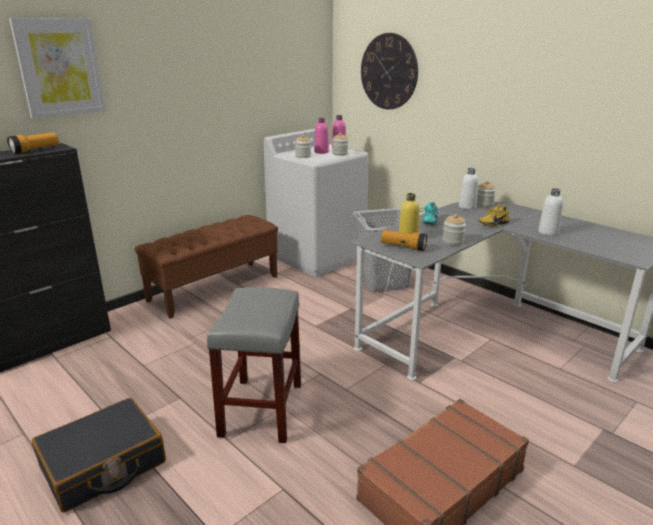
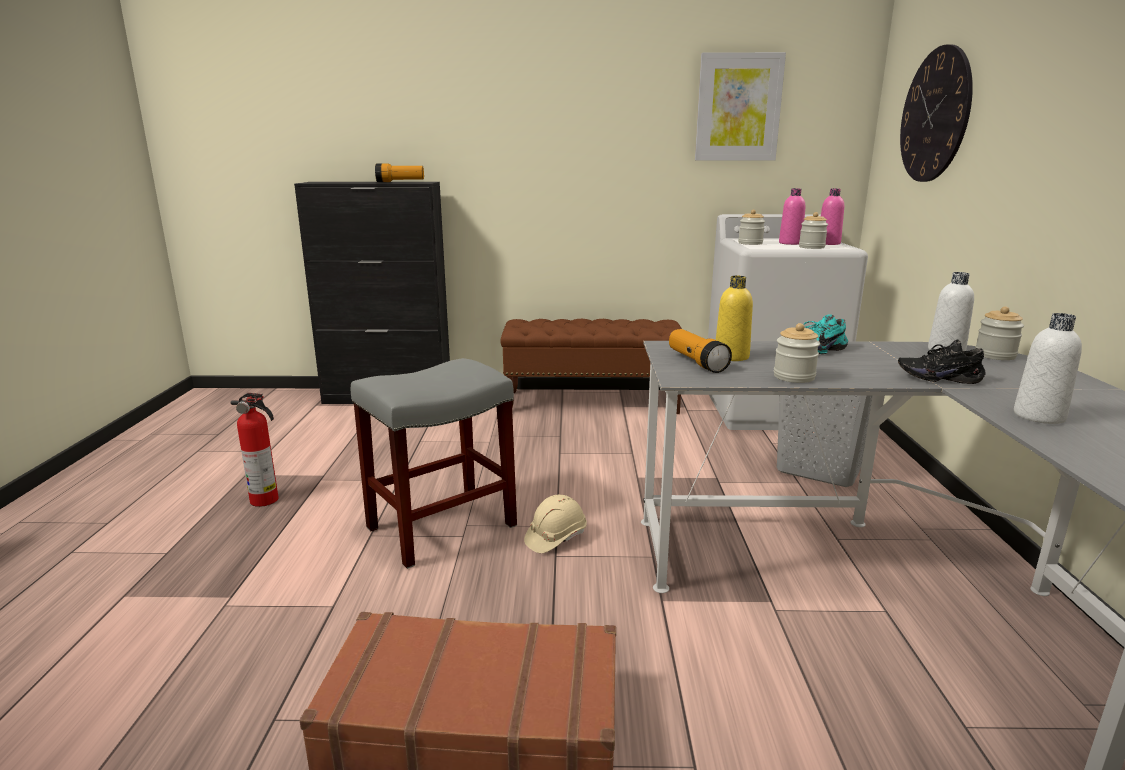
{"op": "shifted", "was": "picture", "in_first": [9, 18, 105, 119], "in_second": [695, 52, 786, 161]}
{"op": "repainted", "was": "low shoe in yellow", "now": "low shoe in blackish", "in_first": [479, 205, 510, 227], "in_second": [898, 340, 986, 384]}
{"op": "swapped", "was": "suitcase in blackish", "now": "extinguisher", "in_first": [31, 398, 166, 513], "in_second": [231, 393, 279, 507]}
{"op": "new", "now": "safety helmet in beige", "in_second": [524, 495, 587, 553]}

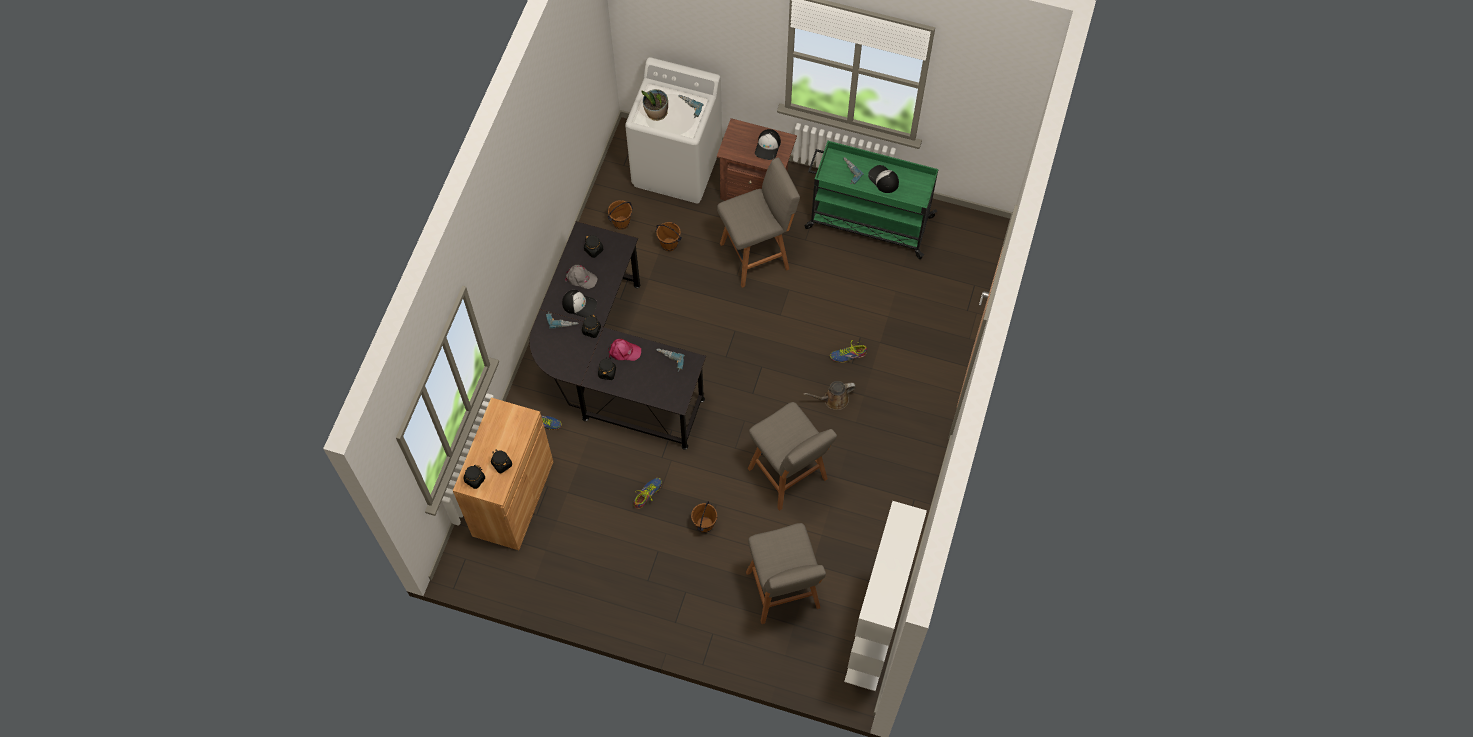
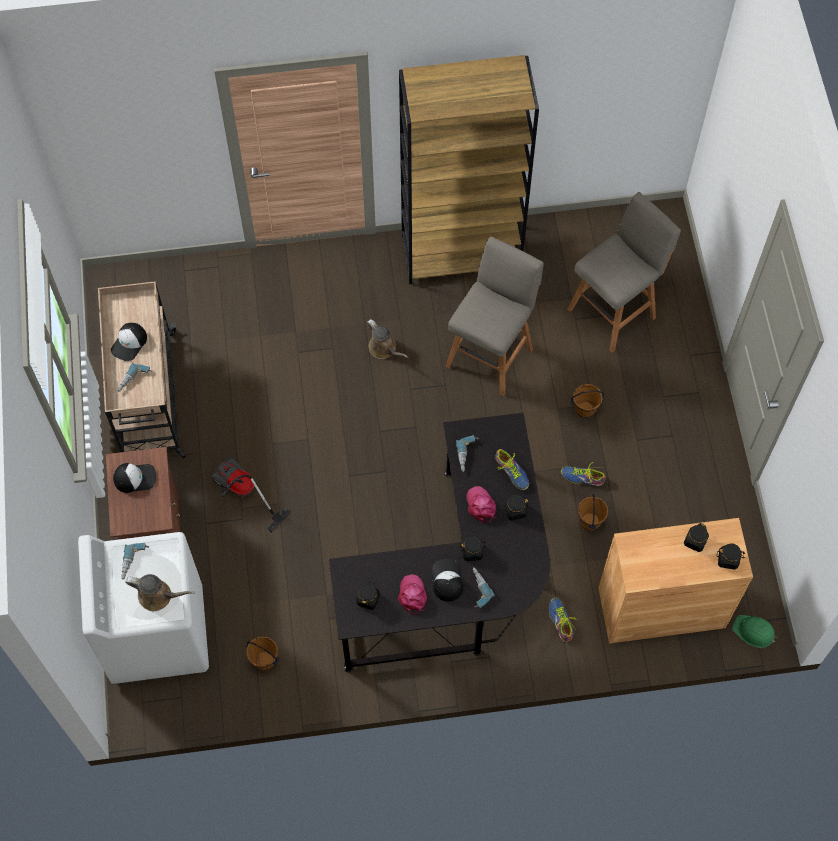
{"op": "swapped", "was": "plant in a pot", "now": "watering pot in brownish", "in_first": [641, 89, 668, 121], "in_second": [125, 574, 195, 611]}
{"op": "repainted", "was": "wheeled cart in green-coloured", "now": "wheeled cart in beige", "in_first": [805, 141, 939, 259], "in_second": [98, 281, 186, 459]}
{"op": "swapped", "was": "stool seat in greyish", "now": "vacuum cleaner", "in_first": [717, 157, 800, 288], "in_second": [210, 457, 291, 532]}
{"op": "shifted", "was": "water bucket in brownish", "in_first": [655, 222, 682, 251], "in_second": [578, 493, 608, 531]}
{"op": "repainted", "was": "baseball cap in greyish", "now": "baseball cap in pinkish", "in_first": [565, 265, 598, 289], "in_second": [398, 574, 427, 615]}
{"op": "shifted", "was": "low shoe", "in_first": [830, 340, 867, 363], "in_second": [495, 449, 529, 490]}
{"op": "gone", "was": "bookcase in whitish", "in_first": [844, 501, 927, 691]}
{"op": "new", "now": "bookcase in brownish", "in_second": [399, 55, 539, 284]}
{"op": "new", "now": "safety helmet in green-coloured", "in_second": [732, 615, 778, 648]}

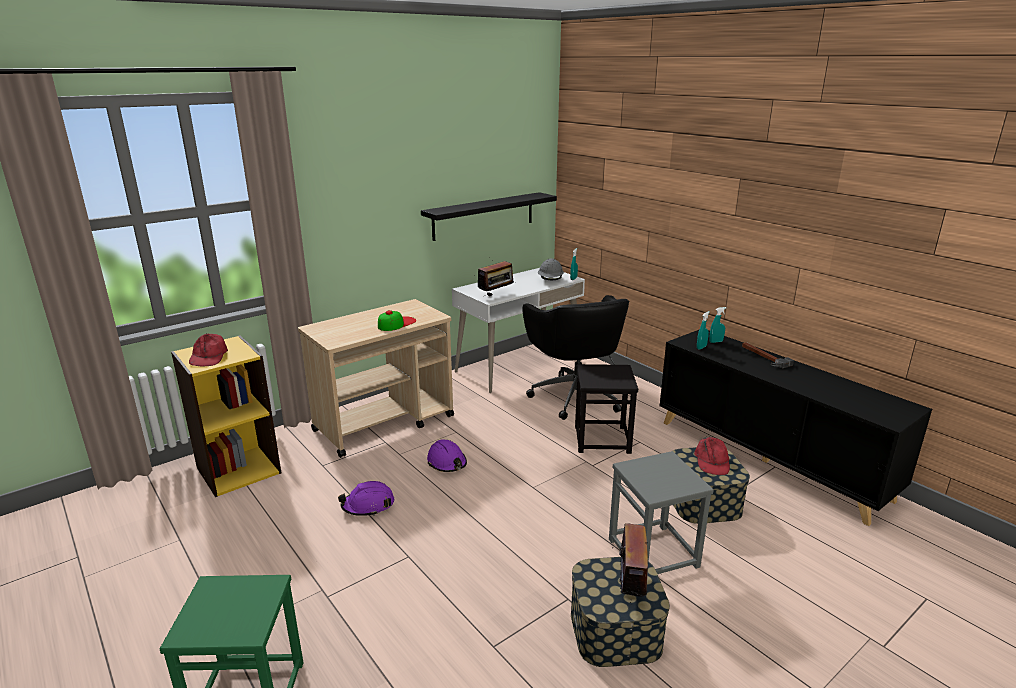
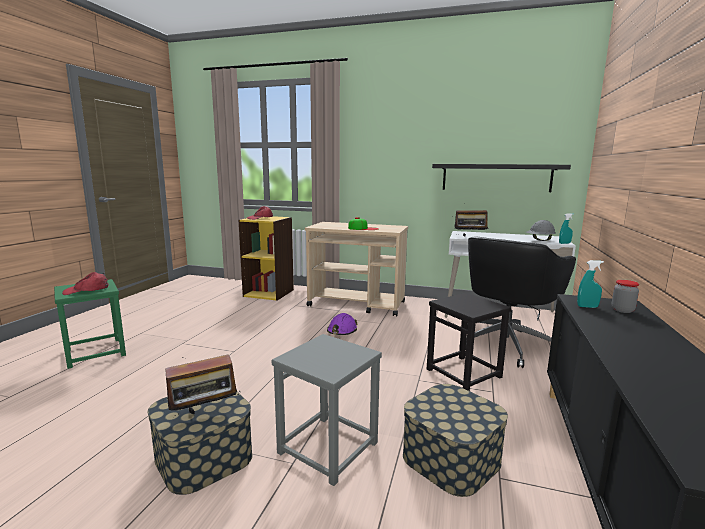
{"op": "swapped", "was": "hand sprayer in blue-green", "now": "storage jar", "in_first": [709, 307, 726, 343], "in_second": [611, 280, 639, 313]}
{"op": "gone", "was": "hammer", "in_first": [742, 342, 794, 368]}
{"op": "shifted", "was": "baseball cap in red", "in_first": [694, 436, 730, 475], "in_second": [62, 272, 109, 295]}
{"op": "gone", "was": "safety helmet in purple-coloured", "in_first": [338, 481, 394, 516]}

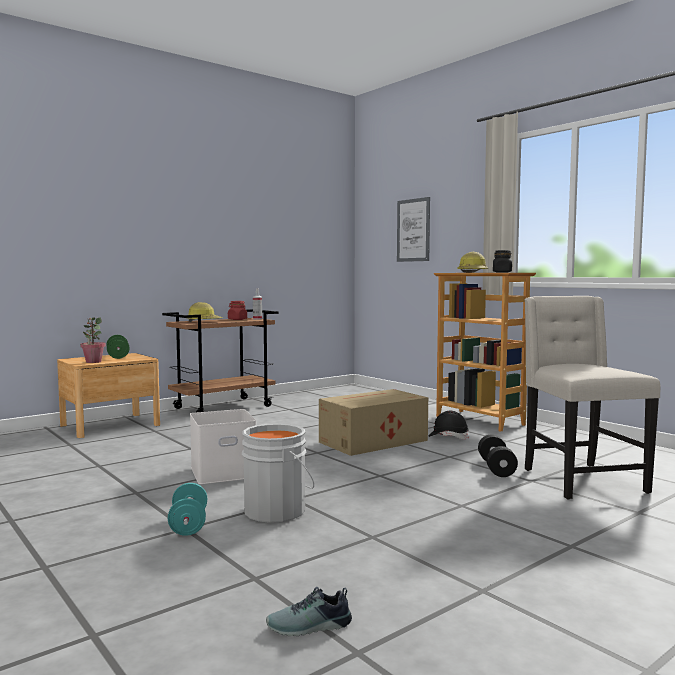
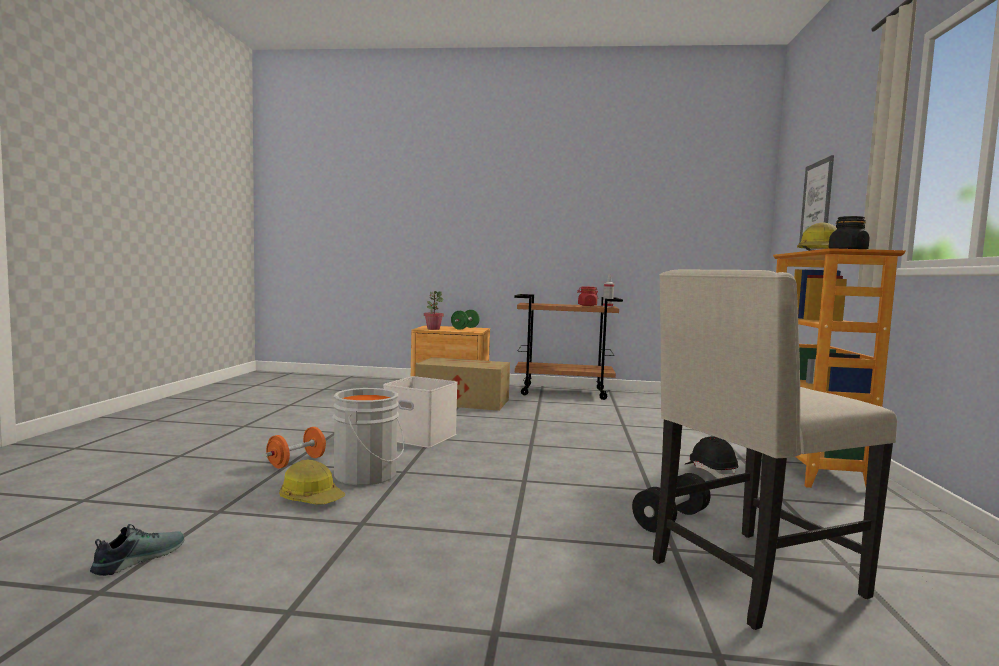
{"op": "rotated", "was": "plain chair in beige", "in_first": [524, 296, 660, 500], "in_second": [653, 270, 897, 630], "clockwise": -150}
{"op": "shifted", "was": "safety helmet", "in_first": [187, 302, 223, 322], "in_second": [279, 459, 345, 505]}
{"op": "shifted", "was": "carton", "in_first": [319, 389, 428, 456], "in_second": [415, 357, 510, 411]}
{"op": "repainted", "was": "free weight in blue-green", "now": "free weight in orangey", "in_first": [168, 483, 207, 536], "in_second": [265, 427, 326, 469]}
{"op": "rotated", "was": "low shoe", "in_first": [266, 587, 352, 636], "in_second": [90, 524, 184, 576], "clockwise": 90}

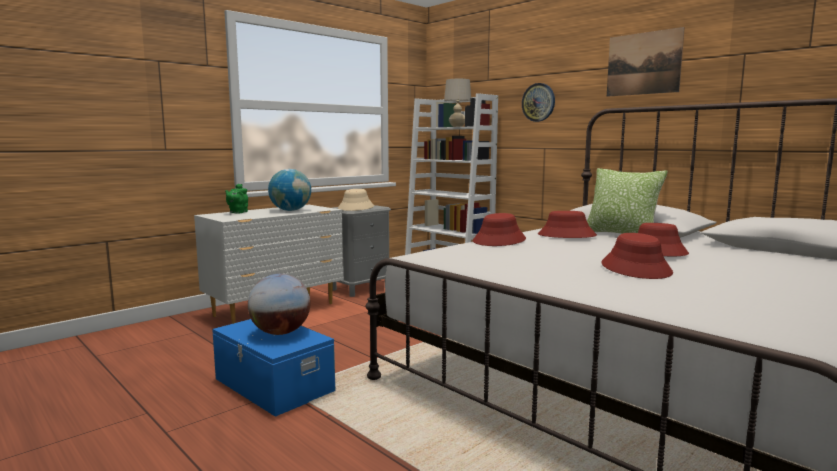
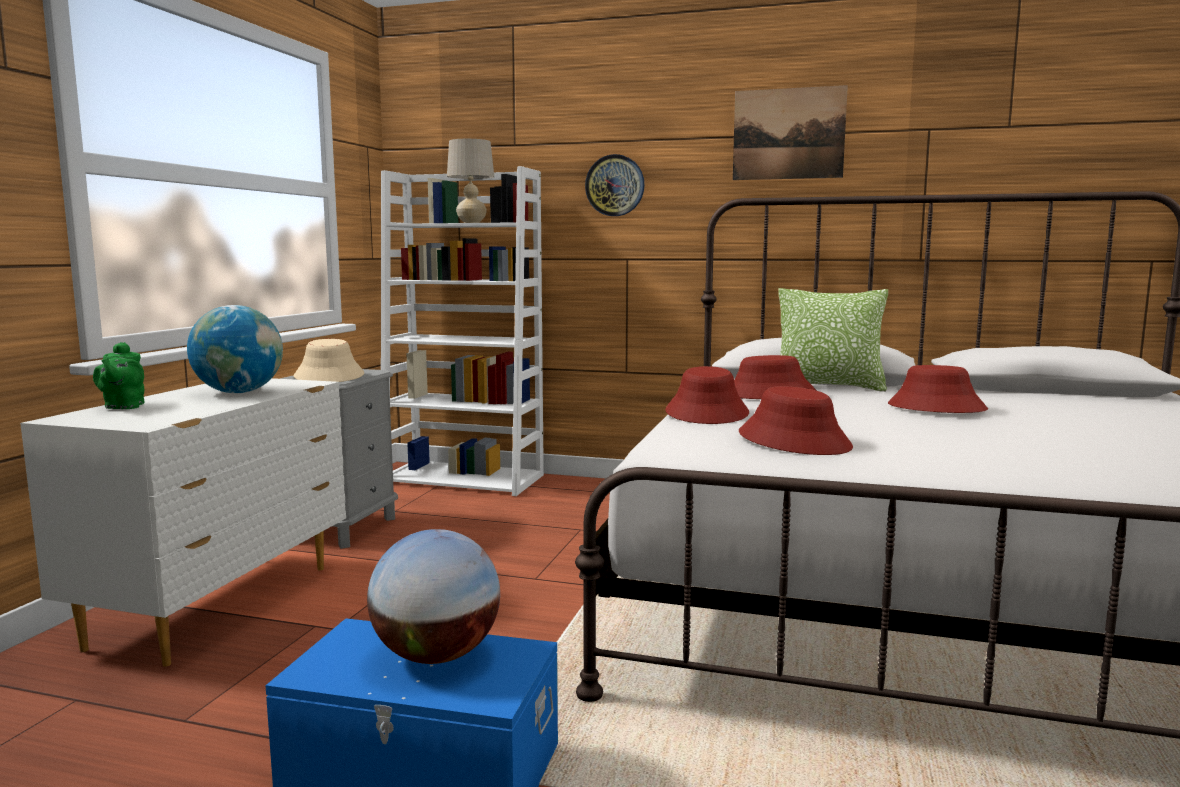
{"op": "shifted", "was": "hat in red", "in_first": [601, 233, 673, 279], "in_second": [739, 386, 853, 455]}

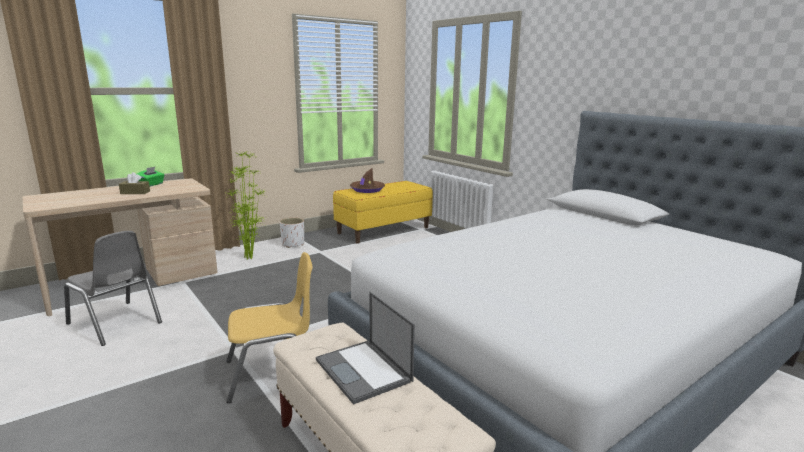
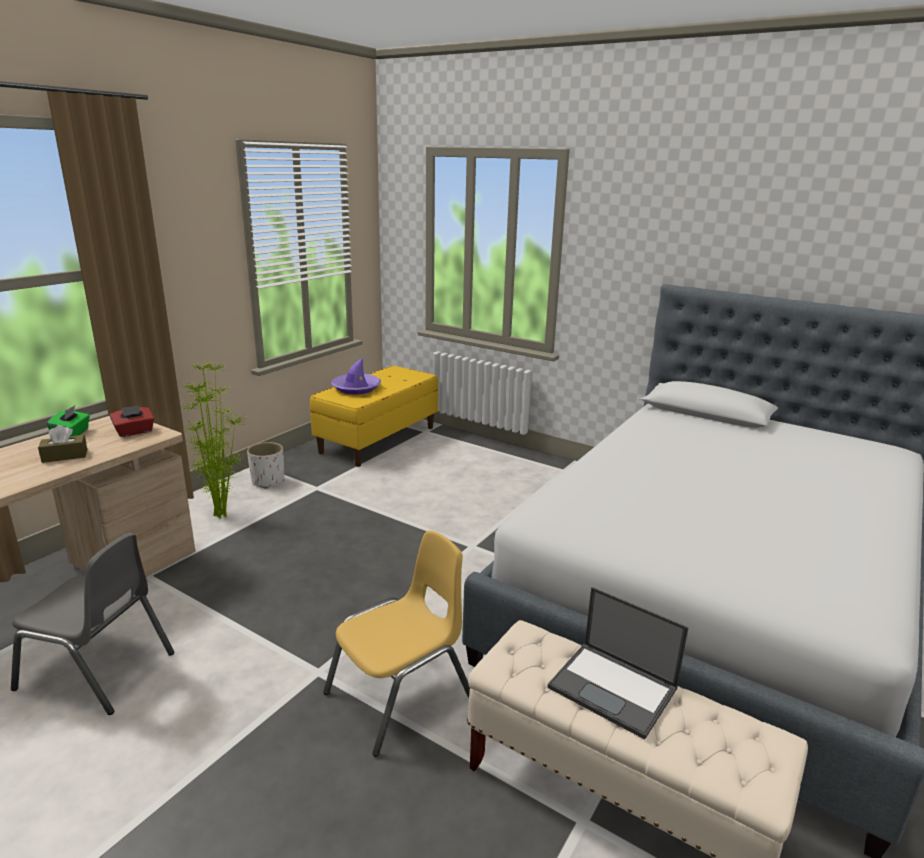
{"op": "repainted", "was": "hat in brownish", "now": "hat in purple-coloured", "in_first": [350, 168, 385, 193], "in_second": [331, 358, 381, 394]}
{"op": "new", "now": "tissue holder in red", "in_second": [109, 405, 154, 437]}

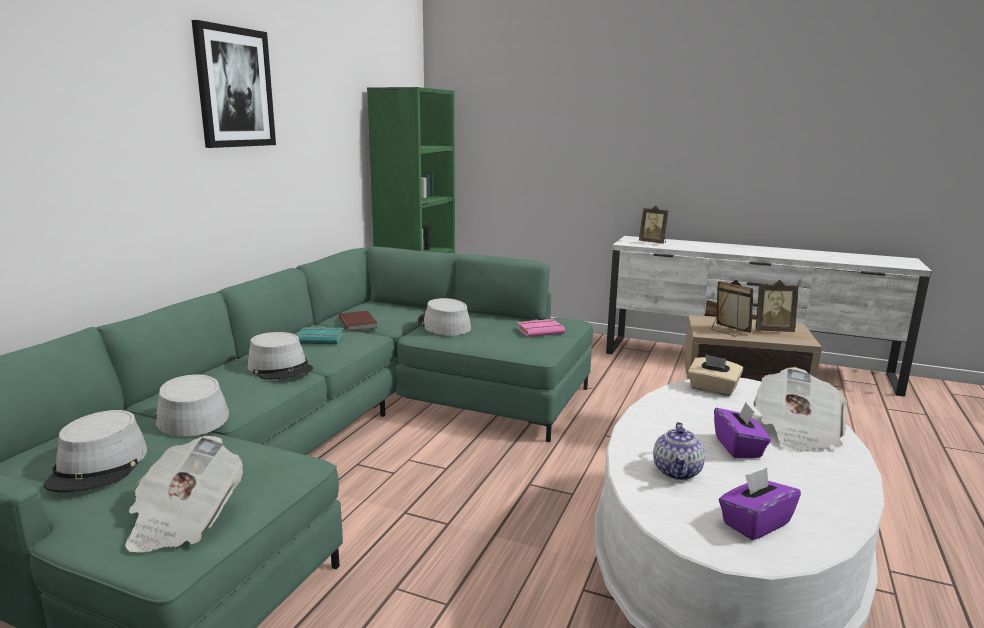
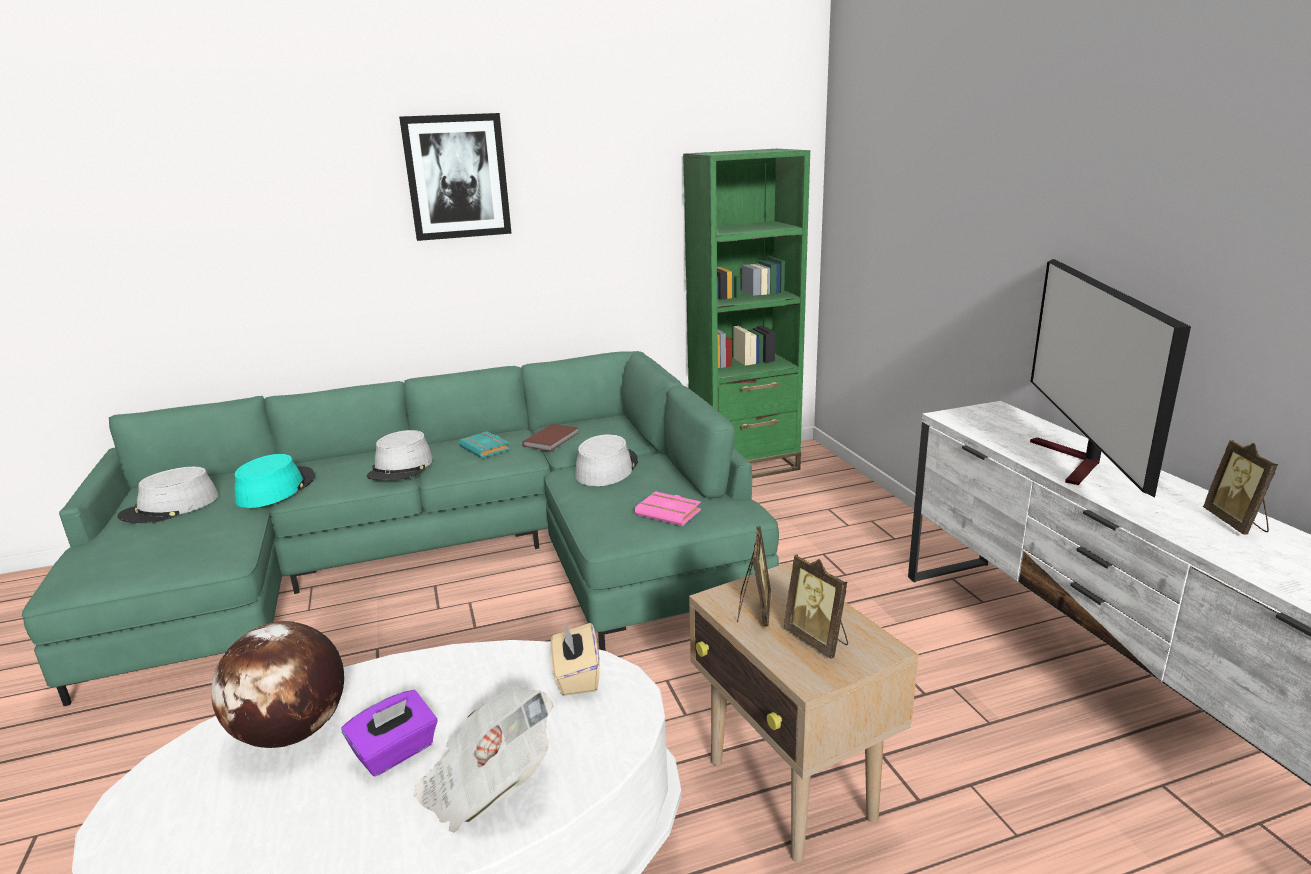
{"op": "shifted", "was": "standing frame", "in_first": [639, 206, 668, 244], "in_second": [1203, 440, 1278, 535]}
{"op": "repainted", "was": "hat in greyish", "now": "hat in blue-green", "in_first": [155, 374, 229, 437], "in_second": [235, 454, 315, 508]}
{"op": "swapped", "was": "teapot", "now": "globe", "in_first": [653, 422, 705, 480], "in_second": [211, 621, 344, 748]}
{"op": "gone", "was": "printed paper", "in_first": [125, 436, 243, 553]}
{"op": "gone", "was": "tissue holder in purple-coloured", "in_first": [719, 467, 801, 540]}
{"op": "new", "now": "television", "in_second": [1030, 259, 1191, 497]}

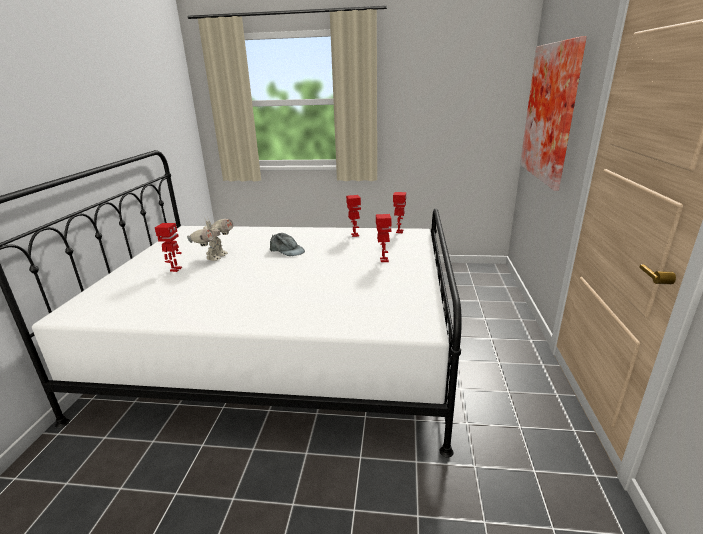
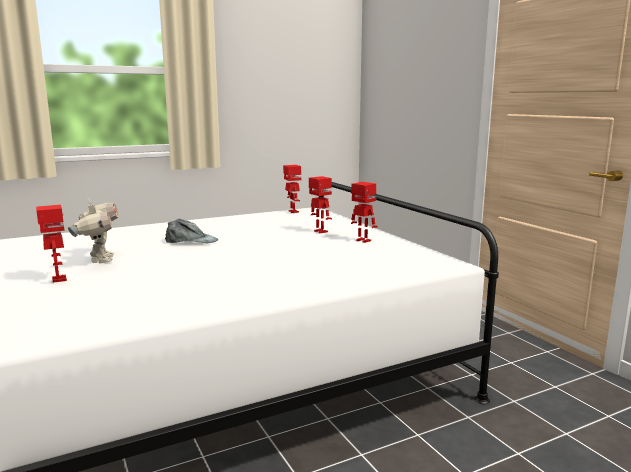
{"op": "gone", "was": "picture", "in_first": [520, 36, 587, 191]}
{"op": "shifted", "was": "toy robot", "in_first": [346, 195, 361, 237], "in_second": [351, 182, 378, 243]}

